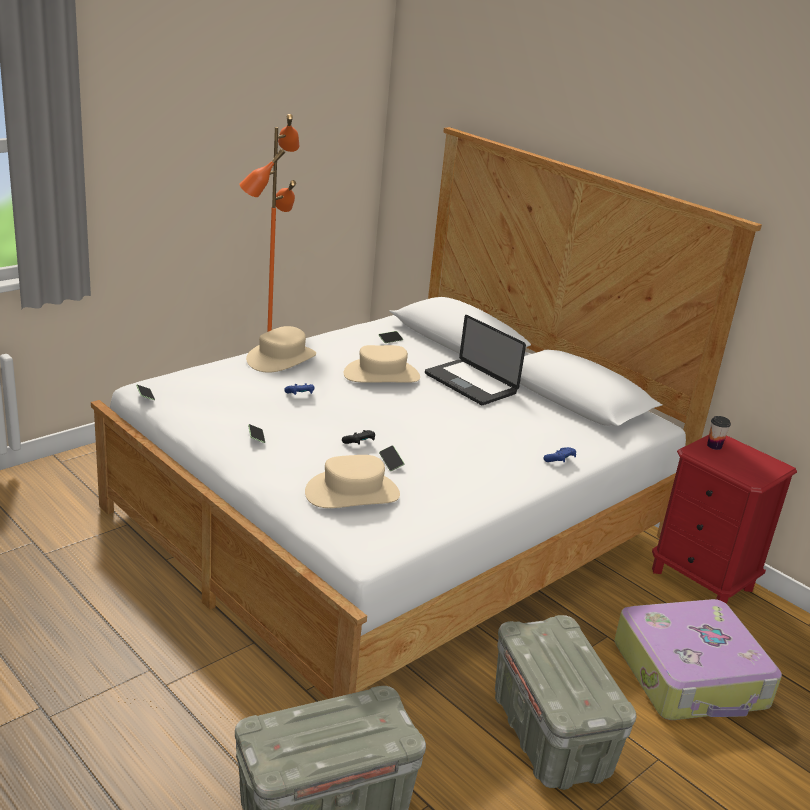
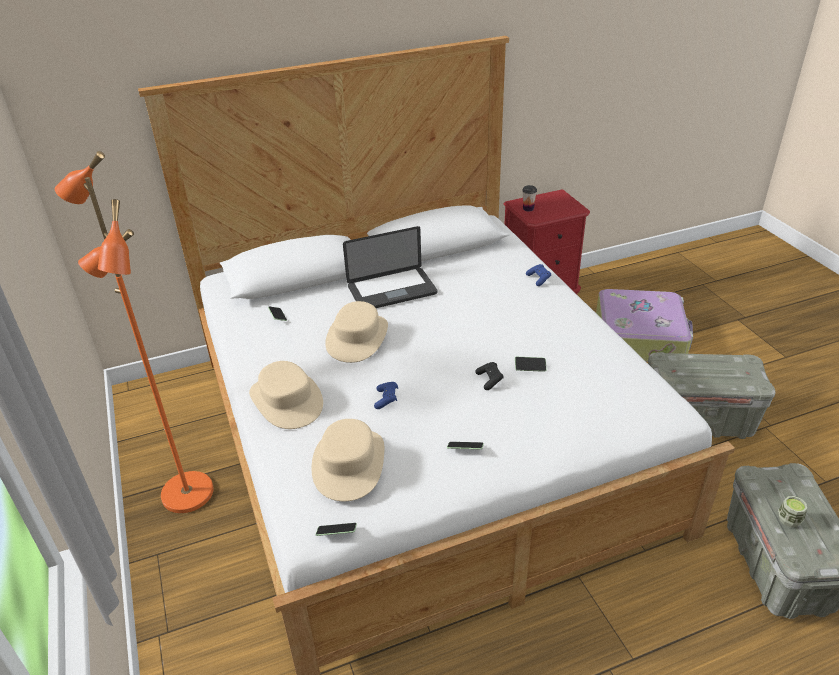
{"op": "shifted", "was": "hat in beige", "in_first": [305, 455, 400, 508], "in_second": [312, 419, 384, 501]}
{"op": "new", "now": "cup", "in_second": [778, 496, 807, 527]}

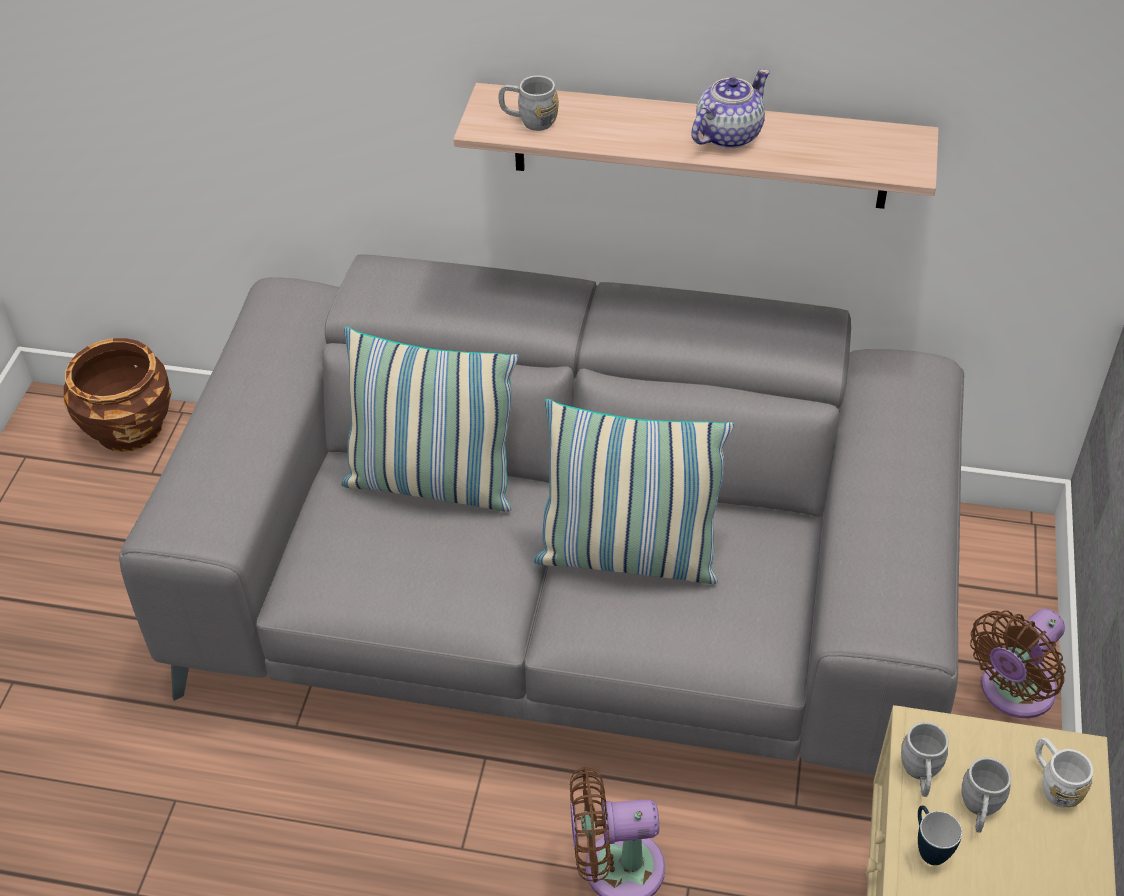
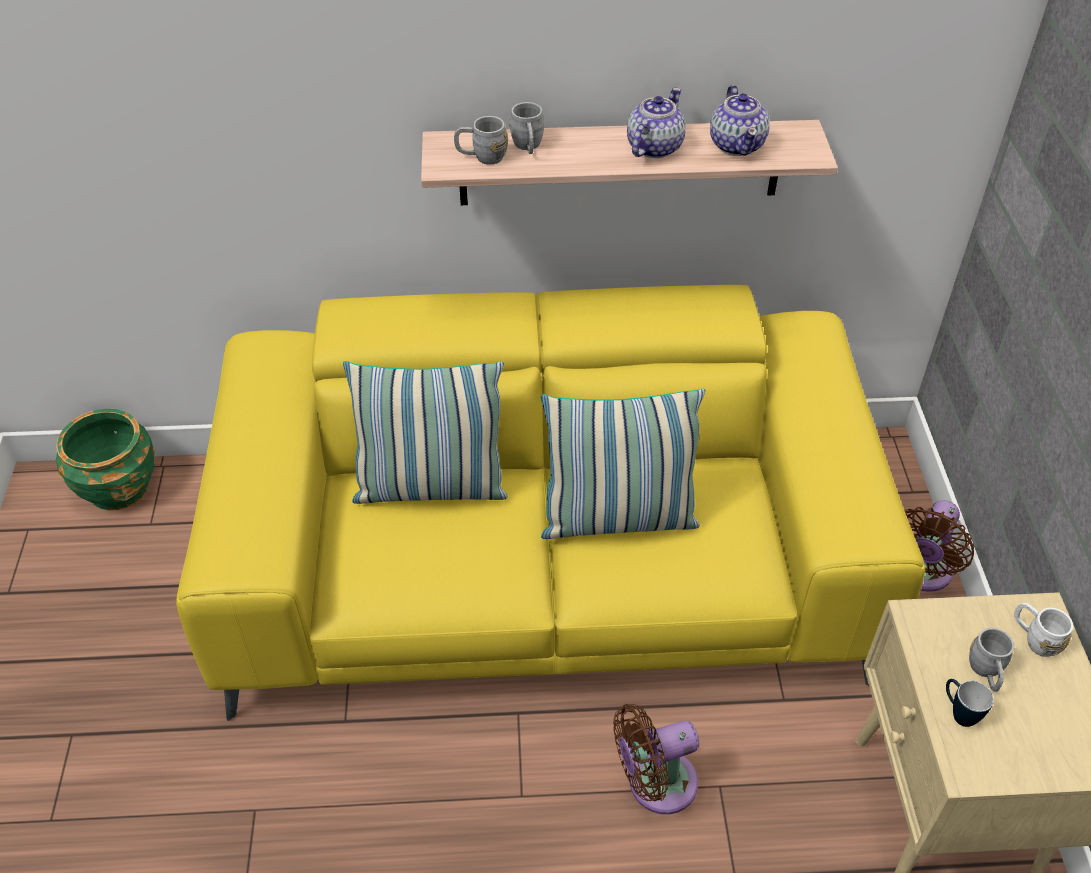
{"op": "repainted", "was": "settee in greyish", "now": "settee in yellow", "in_first": [119, 255, 964, 775], "in_second": [176, 285, 925, 721]}
{"op": "repainted", "was": "plant pot in brownish", "now": "plant pot in green-coloured", "in_first": [64, 338, 172, 452], "in_second": [56, 409, 155, 510]}
{"op": "shifted", "was": "tea mug in greyish", "in_first": [901, 722, 949, 797], "in_second": [509, 102, 544, 154]}
{"op": "new", "now": "teapot", "in_second": [710, 85, 770, 156]}

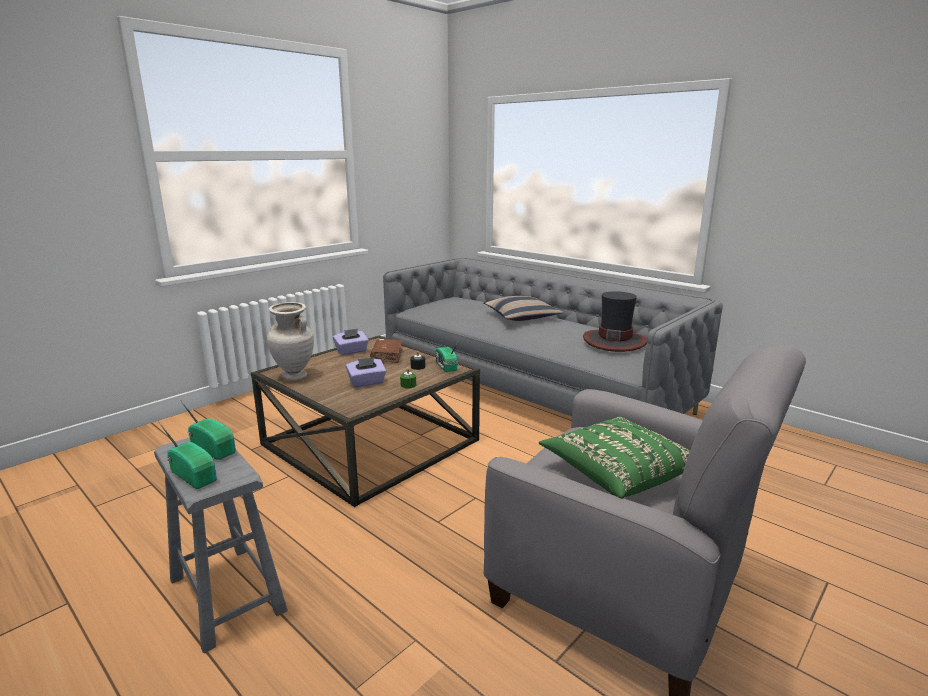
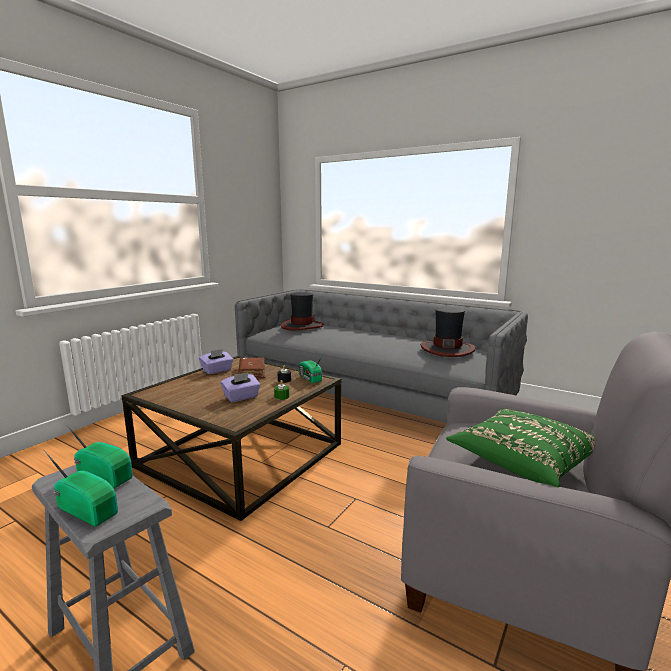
{"op": "gone", "was": "cushion", "in_first": [483, 296, 563, 321]}
{"op": "gone", "was": "decorative vase in beige", "in_first": [267, 302, 314, 381]}
{"op": "new", "now": "hat", "in_second": [281, 292, 324, 330]}

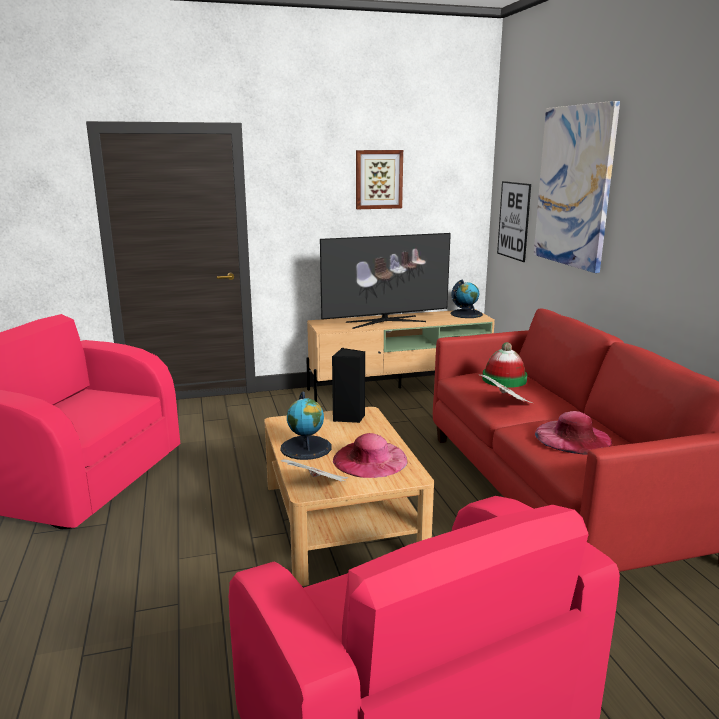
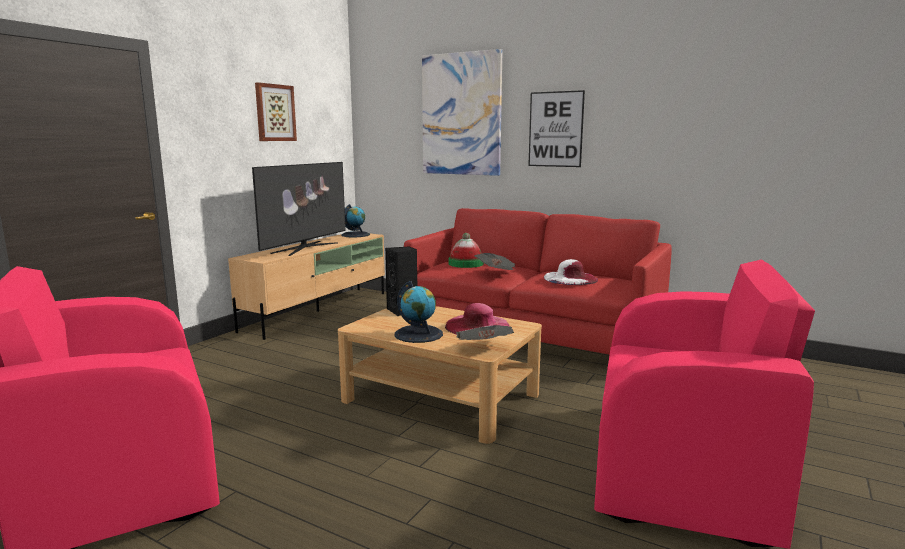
{"op": "shifted", "was": "picture", "in_first": [497, 181, 531, 262], "in_second": [528, 90, 585, 167]}
{"op": "repainted", "was": "hat in pinkish", "now": "hat in whitish", "in_first": [535, 411, 612, 455], "in_second": [544, 259, 598, 285]}

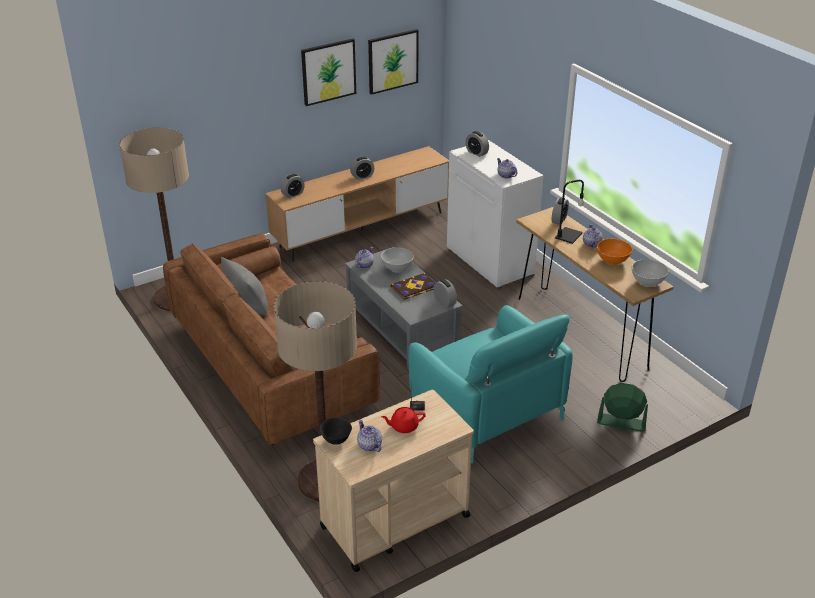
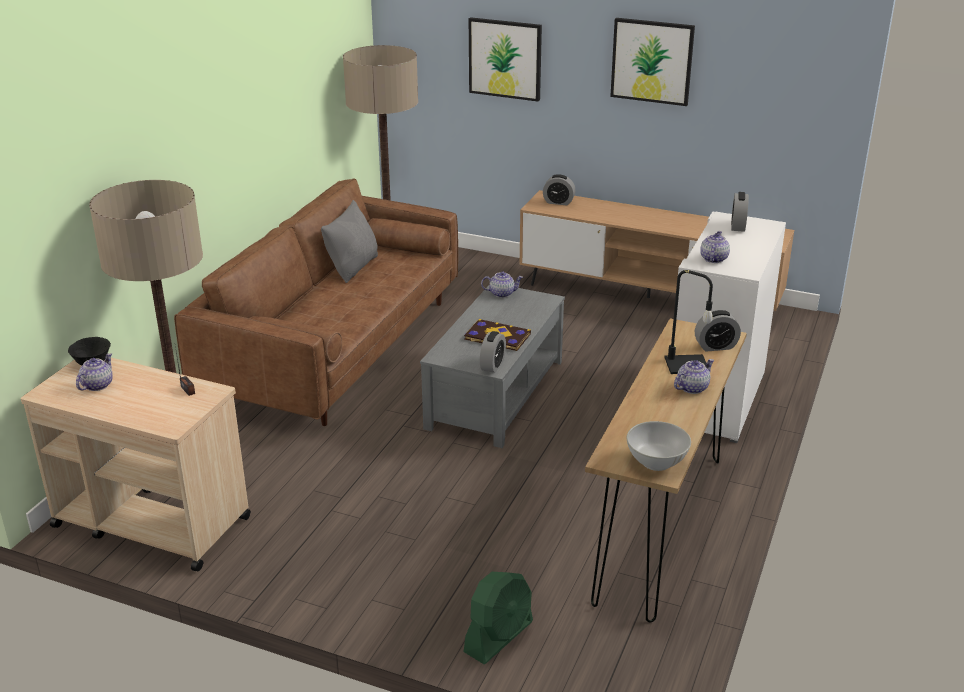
{"op": "shifted", "was": "picture", "in_first": [368, 29, 419, 95], "in_second": [469, 17, 542, 102]}
{"op": "gone", "was": "table clock", "in_first": [350, 156, 374, 180]}
{"op": "gone", "was": "deep dish in orangey", "in_first": [597, 239, 632, 265]}
{"op": "gone", "was": "deep dish in whitish", "in_first": [381, 247, 414, 272]}
{"op": "gone", "was": "armchair in blue-green", "in_first": [408, 305, 573, 464]}
{"op": "rotated", "was": "electric fan in green-coloured", "in_first": [597, 383, 648, 432], "in_second": [464, 572, 533, 664], "clockwise": 60}
{"op": "gone", "was": "teapot in red", "in_first": [381, 407, 426, 433]}

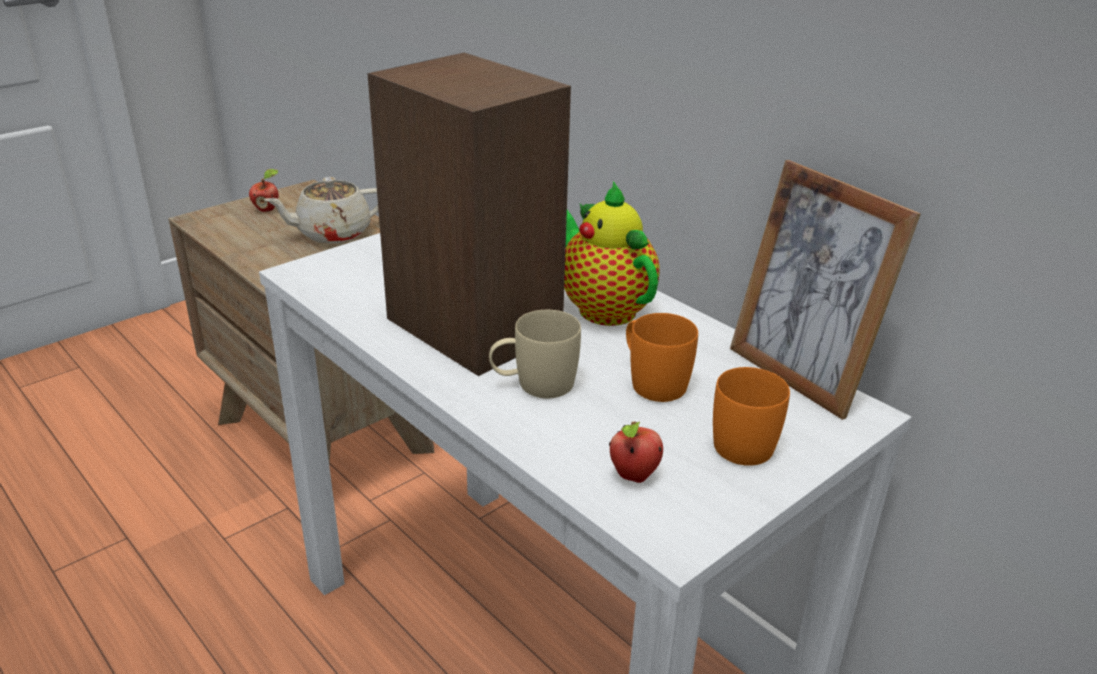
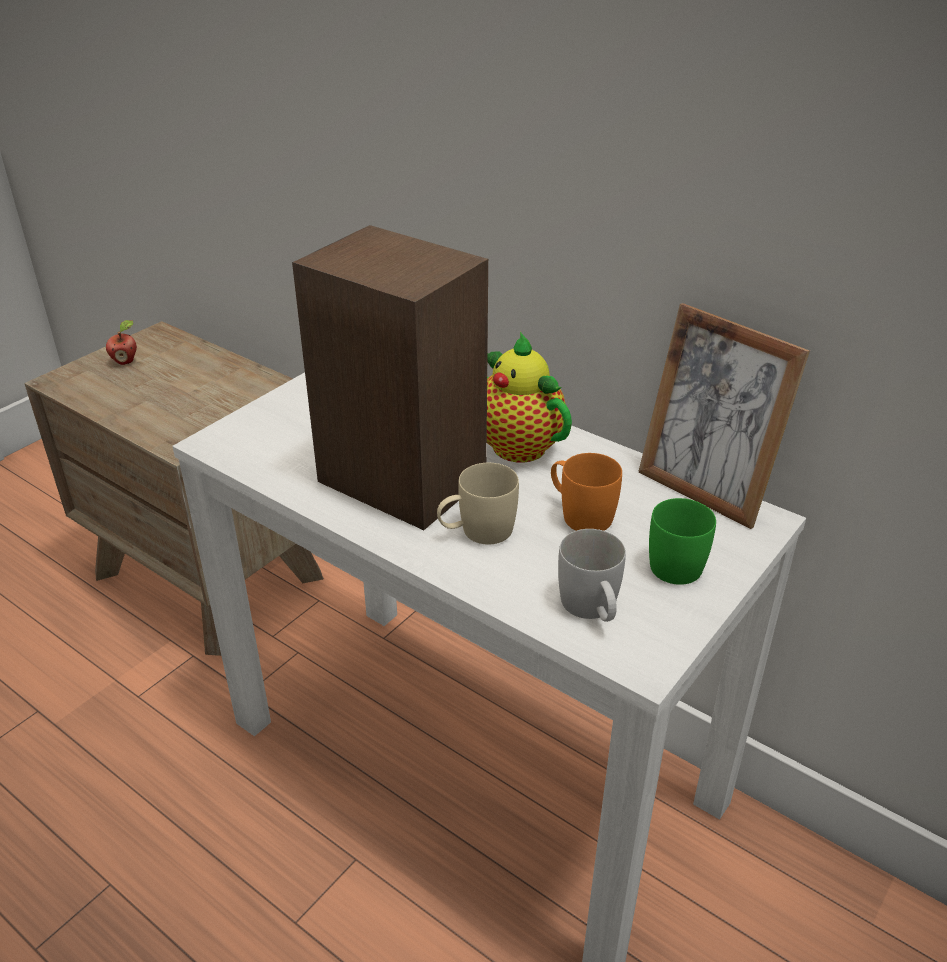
{"op": "gone", "was": "teapot in beige", "in_first": [264, 177, 379, 244]}
{"op": "repainted", "was": "tea mug in orangey", "now": "tea mug in green-coloured", "in_first": [713, 367, 790, 466], "in_second": [649, 498, 716, 585]}
{"op": "swapped", "was": "whole apple", "now": "tea mug in whitish", "in_first": [609, 422, 663, 483], "in_second": [558, 529, 626, 622]}

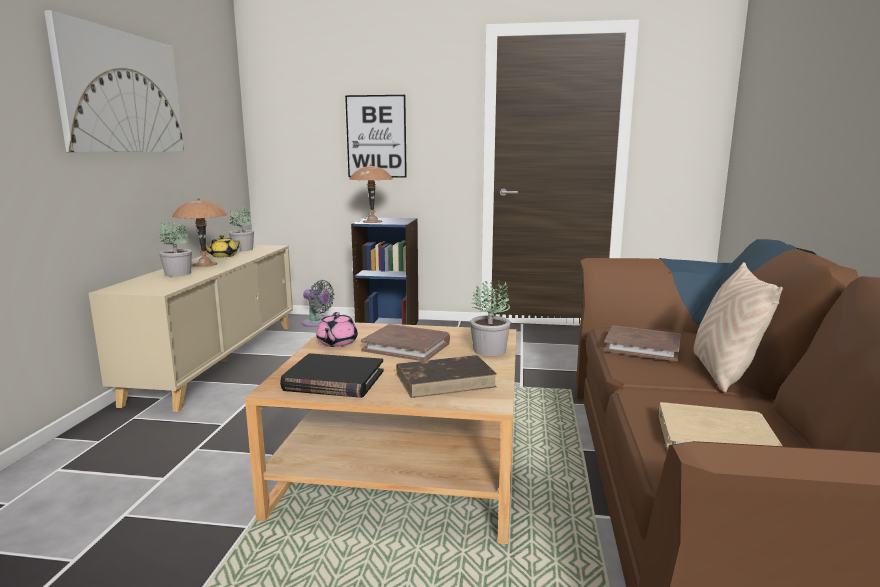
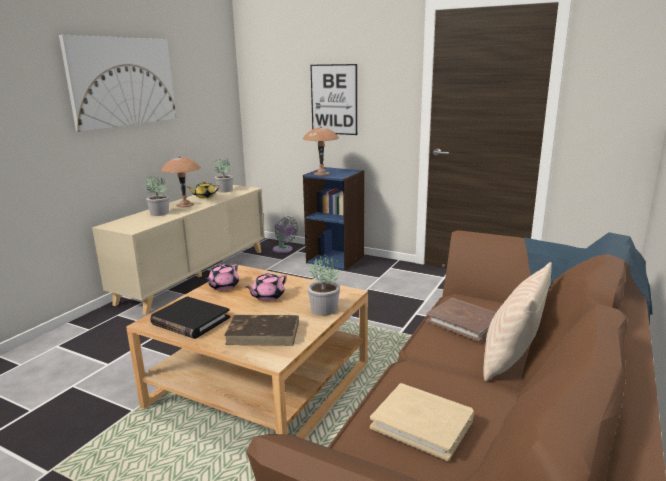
{"op": "swapped", "was": "bound book in brownish", "now": "teapot in pinkish", "in_first": [361, 324, 450, 361], "in_second": [246, 273, 287, 301]}

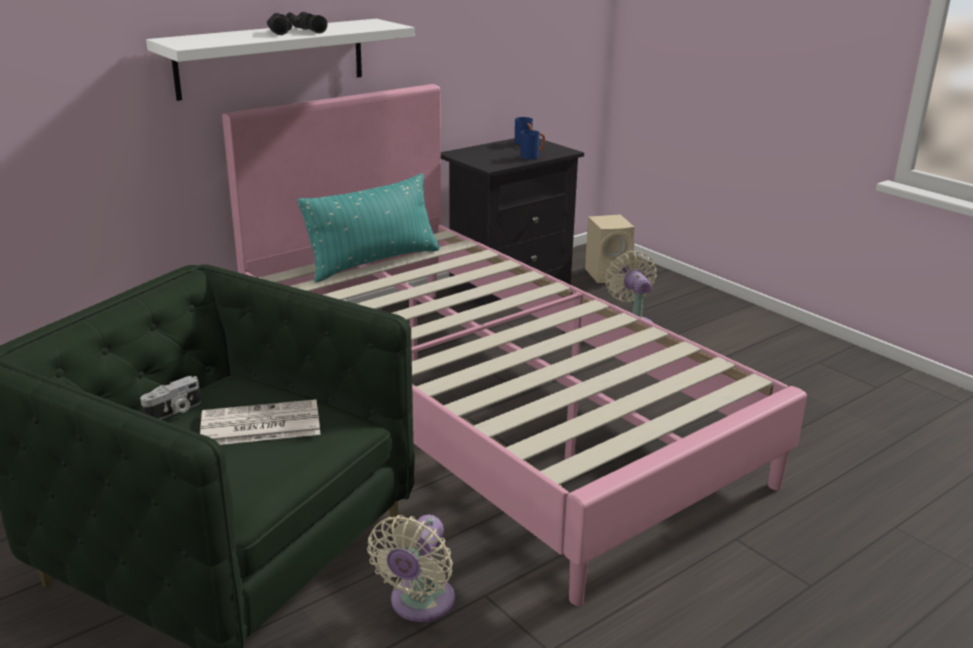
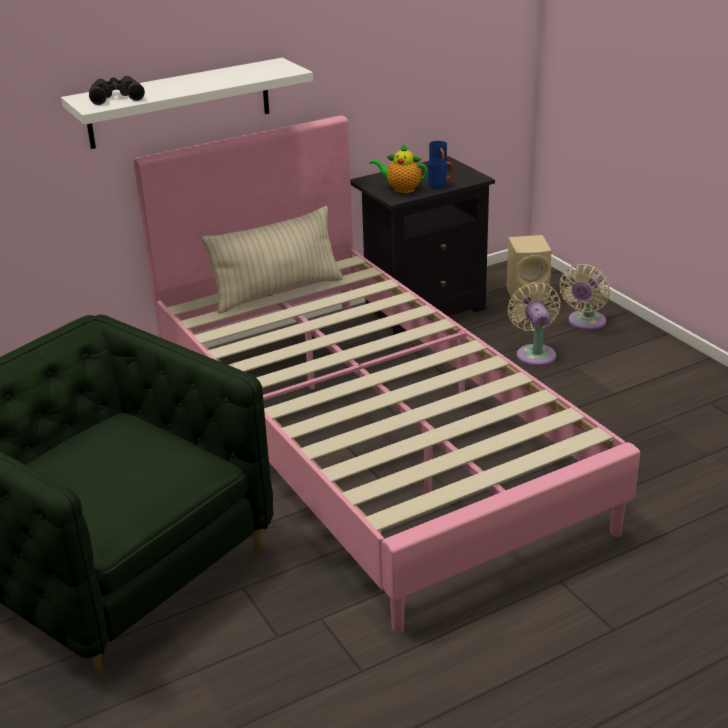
{"op": "shifted", "was": "field glasses in blackish", "in_first": [267, 12, 328, 35], "in_second": [89, 76, 145, 105]}
{"op": "repainted", "was": "cushion in blue-green", "now": "cushion in beige", "in_first": [297, 173, 440, 282], "in_second": [202, 206, 343, 314]}
{"op": "gone", "was": "photo camera", "in_first": [140, 376, 201, 419]}
{"op": "gone", "was": "printed paper", "in_first": [200, 399, 320, 445]}
{"op": "shifted", "was": "electric fan in beige", "in_first": [367, 515, 455, 622], "in_second": [559, 264, 610, 330]}
{"op": "new", "now": "teapot", "in_second": [370, 144, 428, 193]}

